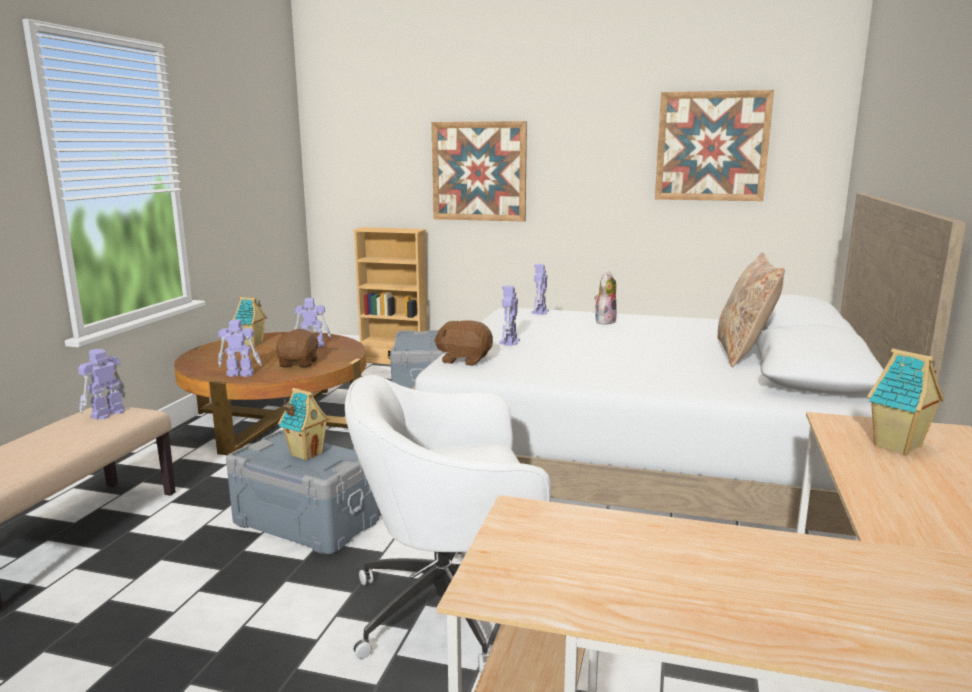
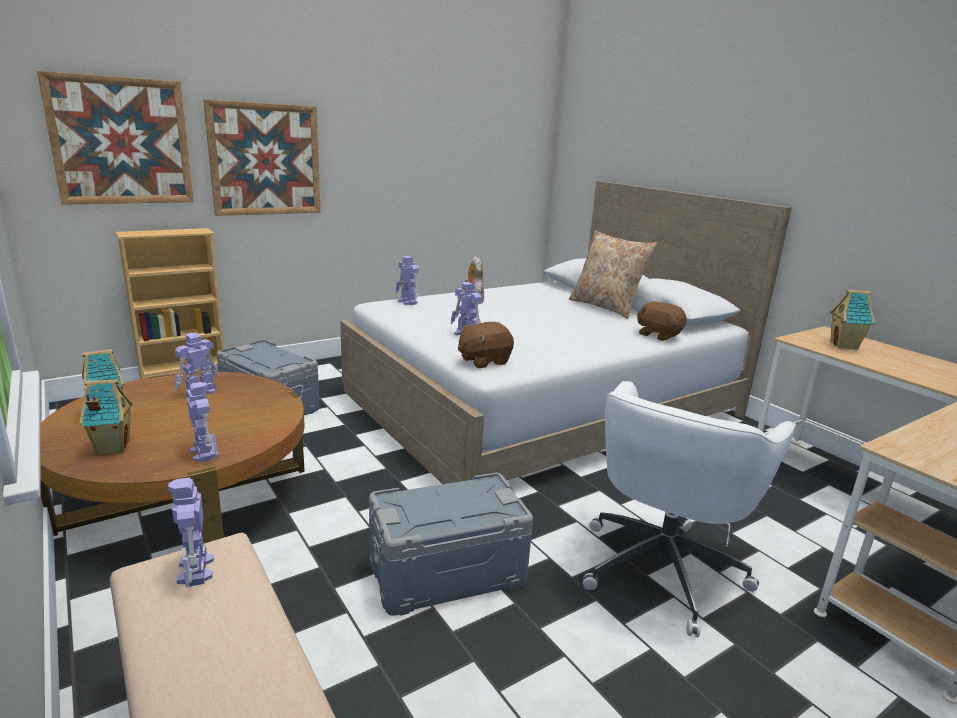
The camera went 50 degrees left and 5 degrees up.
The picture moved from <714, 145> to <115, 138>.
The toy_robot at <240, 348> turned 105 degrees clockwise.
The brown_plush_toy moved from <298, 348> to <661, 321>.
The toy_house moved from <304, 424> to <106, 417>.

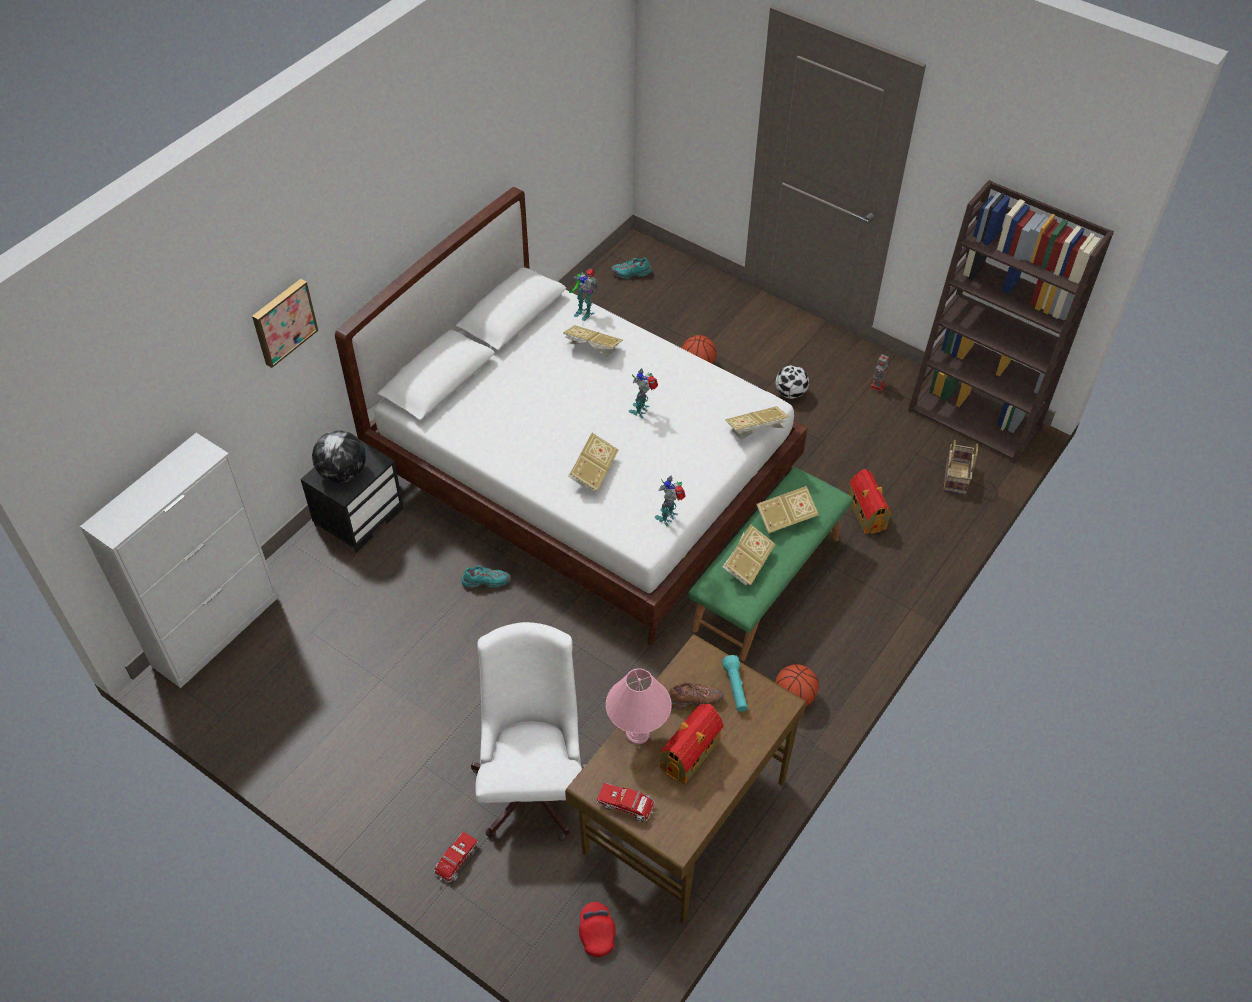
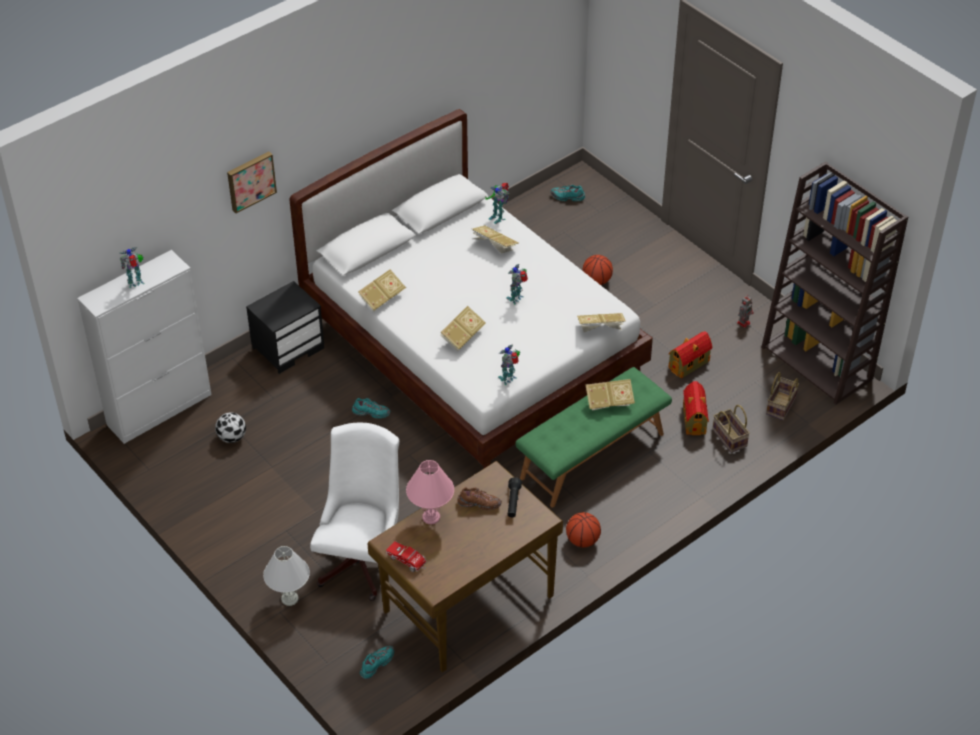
The camera went 15 degrees right and 5 degrees down.
The football moved from <792, 382> to <230, 427>.
The globe at <339, 456> disappeared.
The book moved from <748, 555> to <382, 290>.
The turquoise_flashlight at <735, 683> became the black_flashlight at <515, 497>.
The toy_house moved from <691, 743> to <690, 355>.
The toy_truck at <456, 857> was replaced by the white_table_lamp at <286, 576>.
The red_cap at <597, 929> was replaced by the turquoise_shoe at <377, 662>.
The toy_robot at <132, 267> appeared.
The basket at <731, 429> appeared.

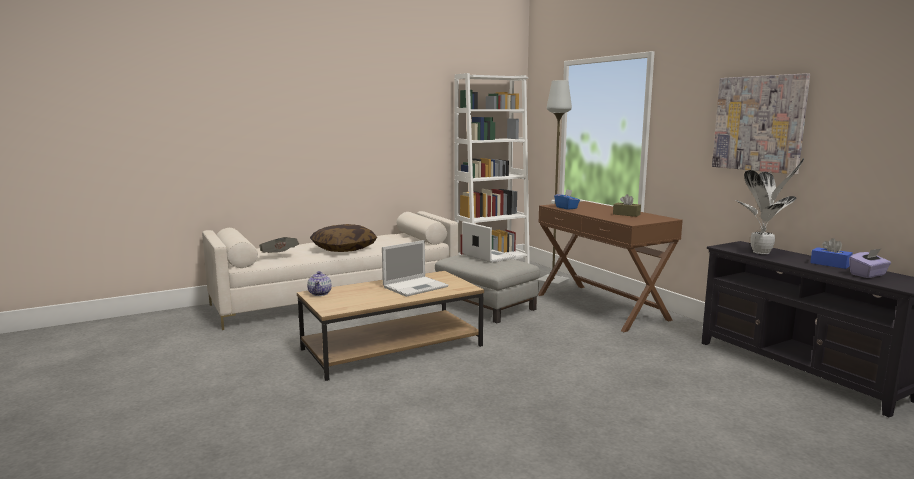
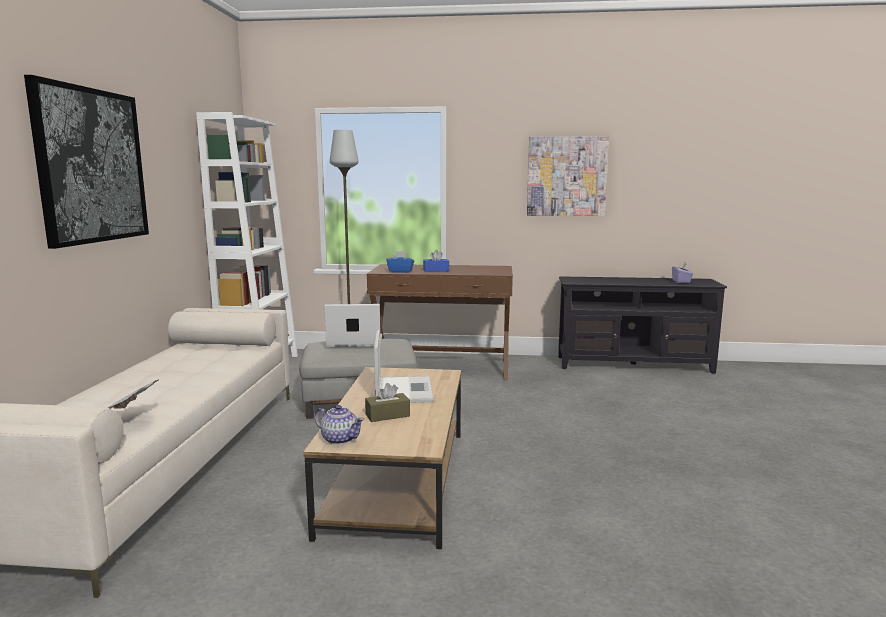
The camera went 55 degrees left and 0 degrees up.
The potted_plant at <769, 206> disappeared.
The brown_tissue_box moved from <627, 205> to <387, 402>.
The pillow at <343, 238> disappeared.
The blue_tissue_box moved from <831, 253> to <436, 261>.
The picture at <86, 162> appeared.

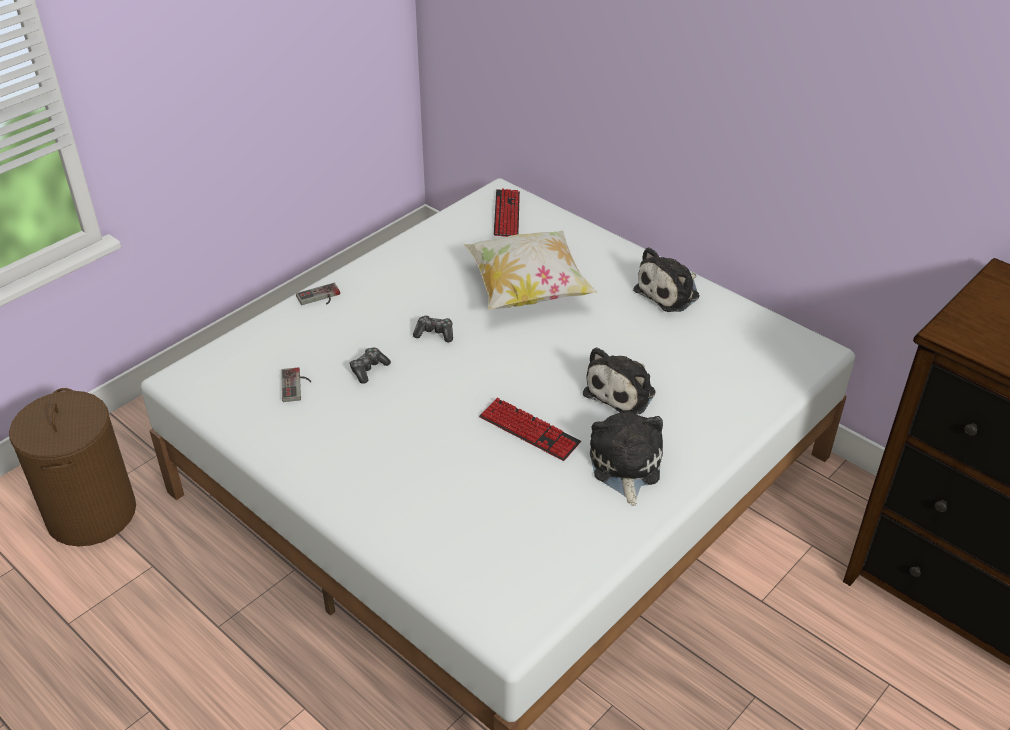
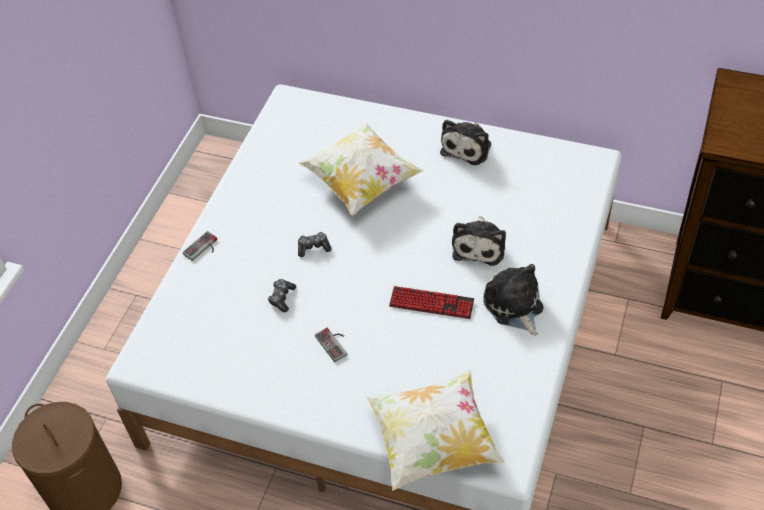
The camera went 20 degrees left and 10 degrees up.
The keyboard at <507, 212> disappeared.
The game_controller moved from <296, 384> to <331, 345>.
The pillow at <435, 430> appeared.

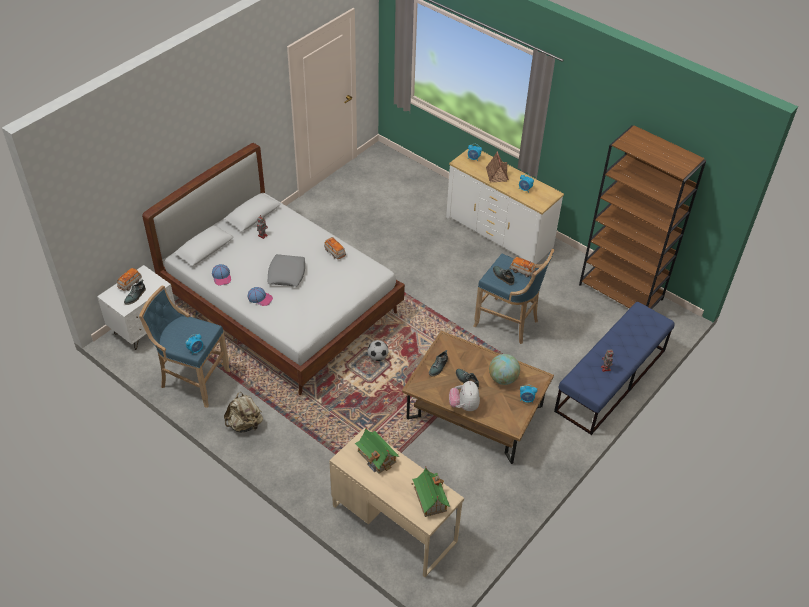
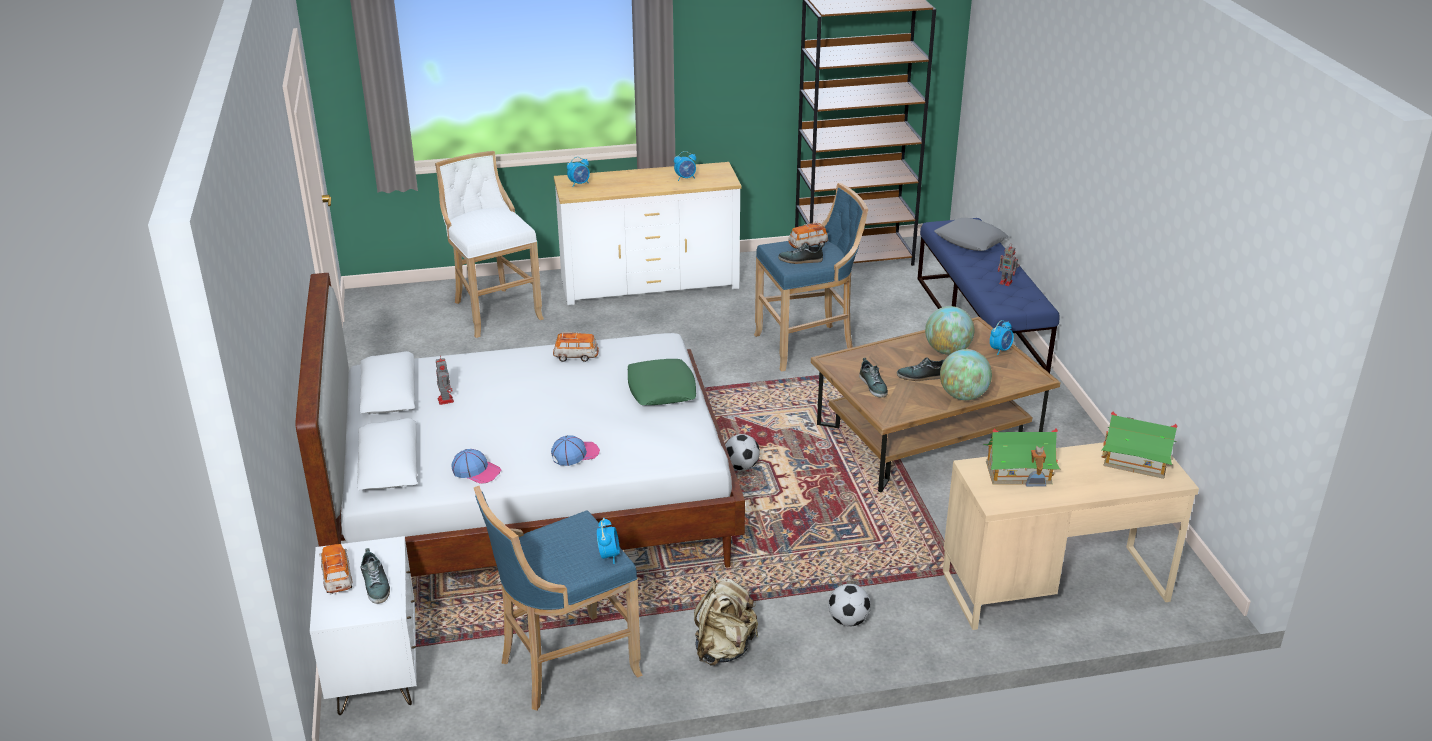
The camera went 50 degrees left and 15 degrees down.
The toy_house at <497, 166> disappeared.
The grey_pillow moved from <286, 270> to <971, 234>.
The plush_toy at <464, 396> was replaced by the globe at <966, 374>.
The white_stool at <489, 244> appeared.
The green_pillow at <662, 382> appeared.
The football at <849, 605> appeared.

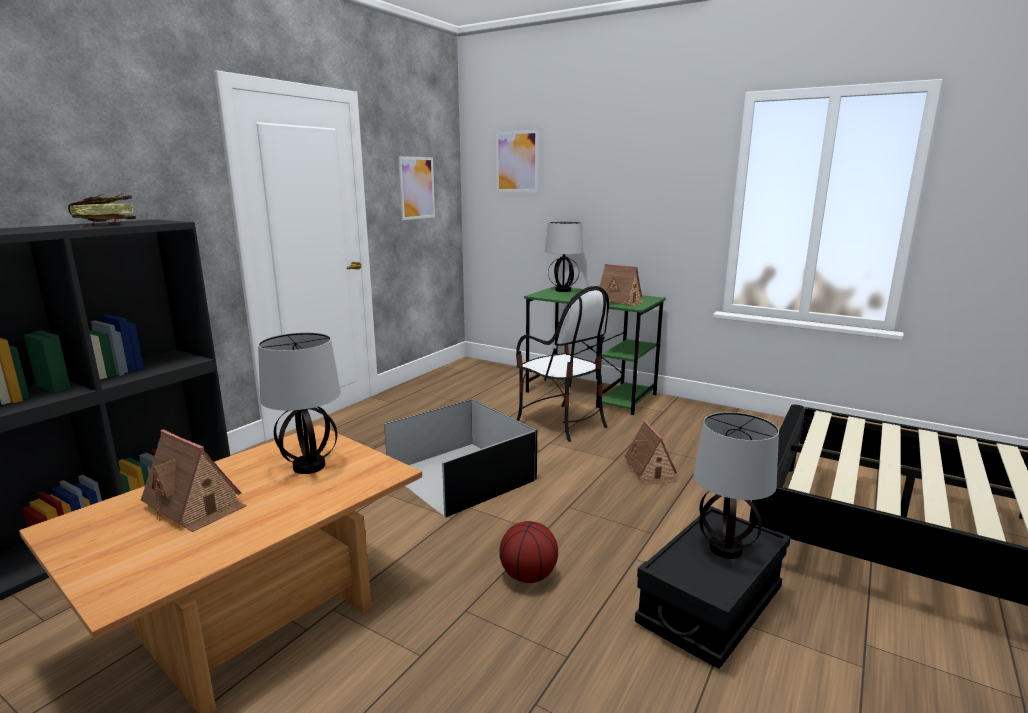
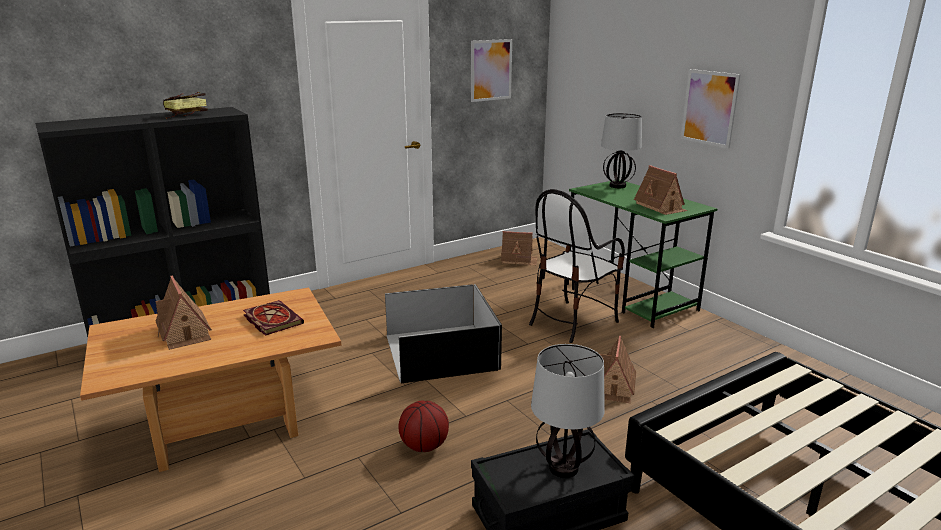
The camera went 25 degrees right and 5 degrees up.
The picture moved from <517, 161> to <711, 109>.
The chair at <562, 364> turned 60 degrees clockwise.
The table_lamp at <299, 403> was replaced by the book at <273, 318>.
The toy_house at <519, 248> appeared.

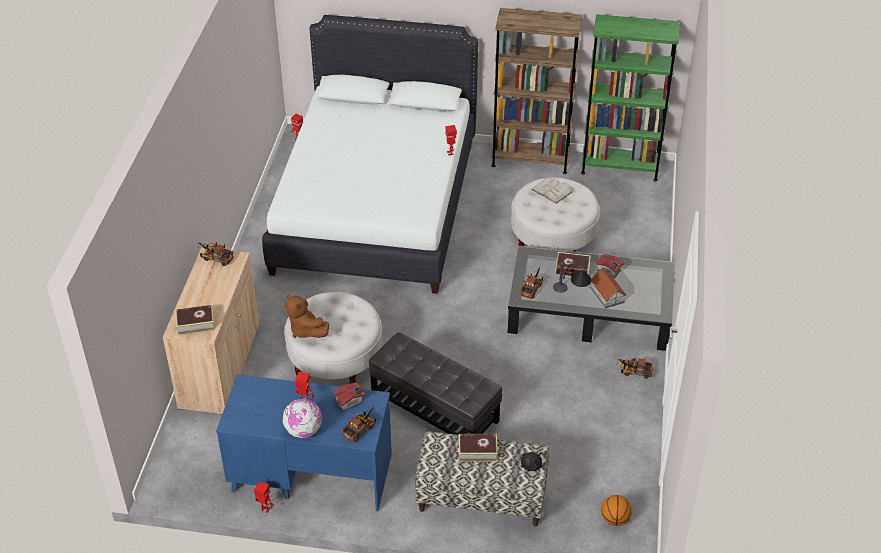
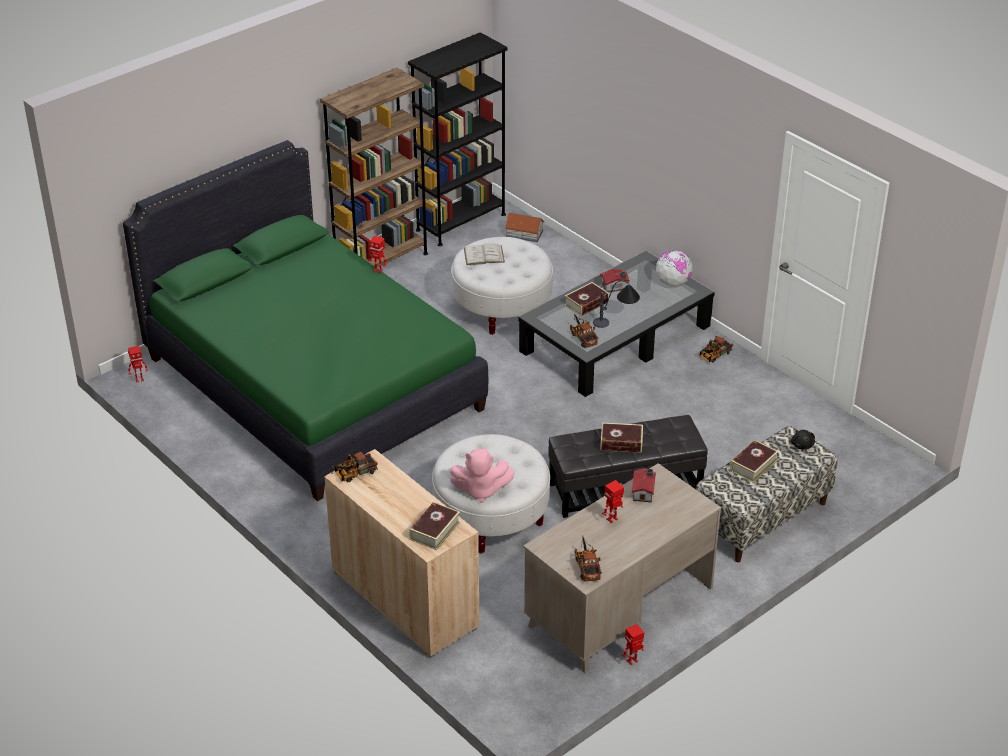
The camera went 50 degrees left and 5 degrees down.
The green_bookcase at <630, 98> became the black_bookcase at <458, 139>.
The white_bed at <370, 154> became the green_bed at <305, 320>.
The toy_house moved from <608, 289> to <525, 227>.
The brown_plush_toy at <307, 316> became the pink_plush_toy at <482, 475>.
The blue_desk at <304, 442> became the beige_desk at <622, 568>.
The globe moved from <302, 418> to <674, 268>.
The toy_truck moved from <359, 424> to <588, 558>.
The basketball at <616, 510> disappeared.
The book at <621, 438> appeared.

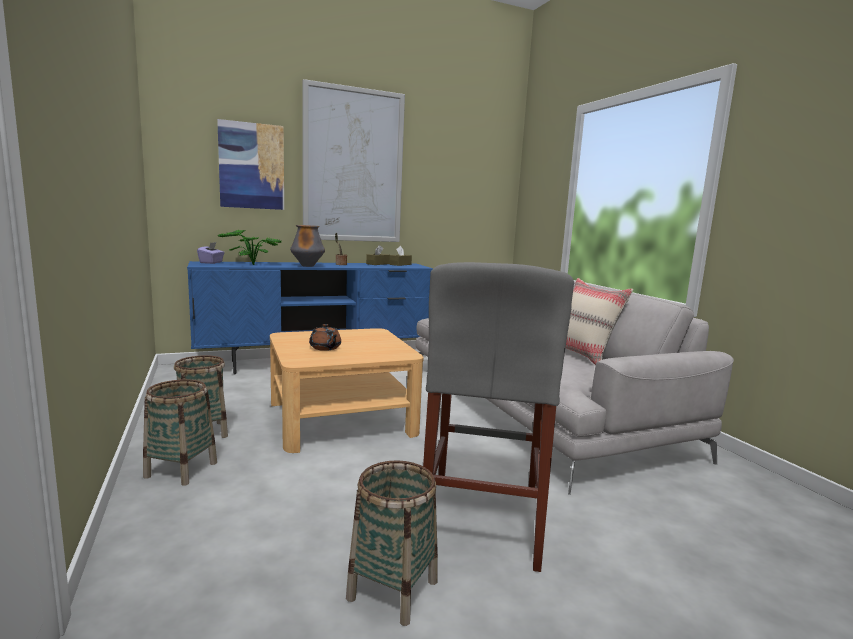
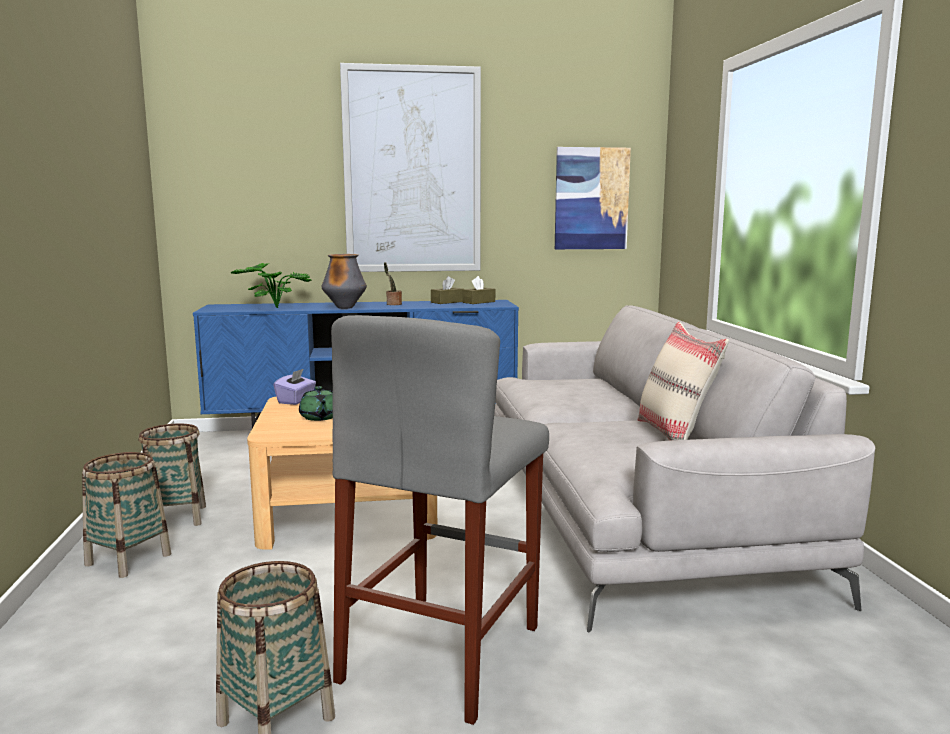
The camera went 15 degrees right and 0 degrees up.
The picture moved from <250, 164> to <593, 198>.
The purple_tissue_box moved from <211, 253> to <295, 387>.
The brown_teapot at <325, 337> became the green_teapot at <316, 403>.

